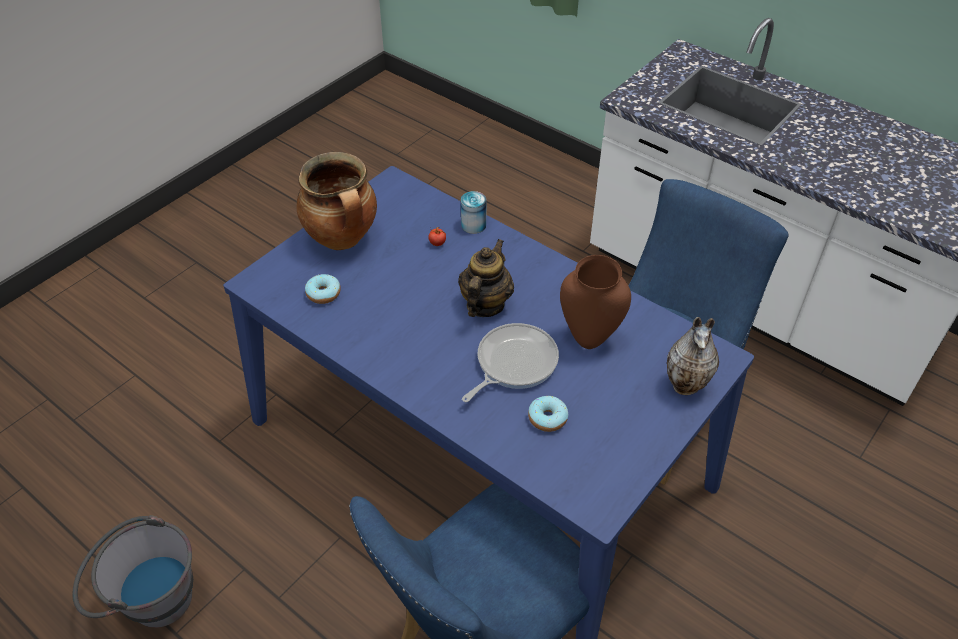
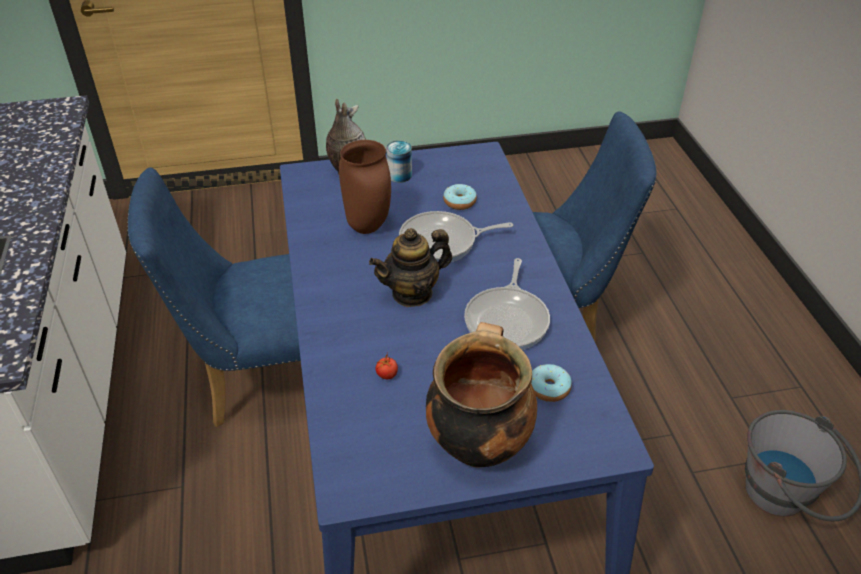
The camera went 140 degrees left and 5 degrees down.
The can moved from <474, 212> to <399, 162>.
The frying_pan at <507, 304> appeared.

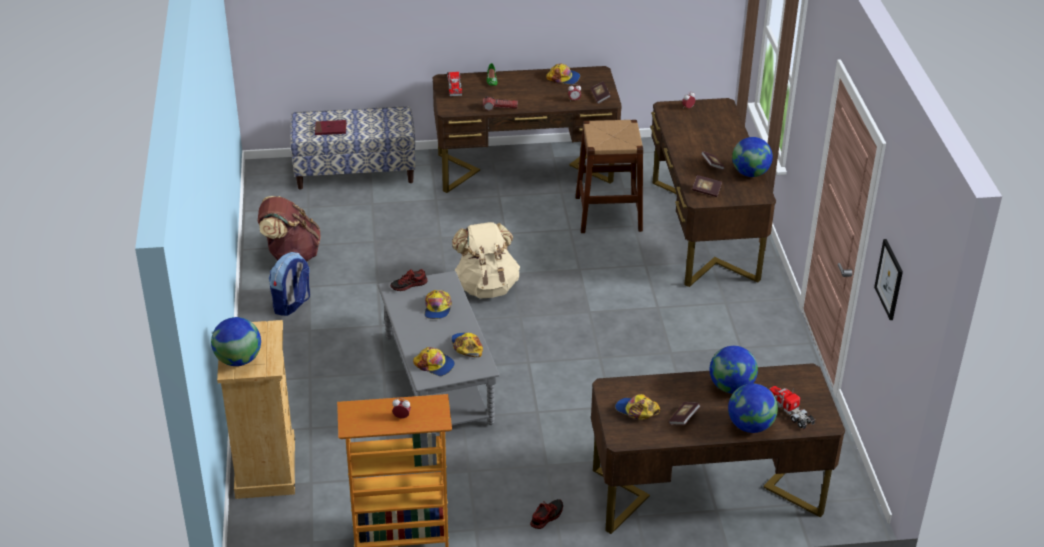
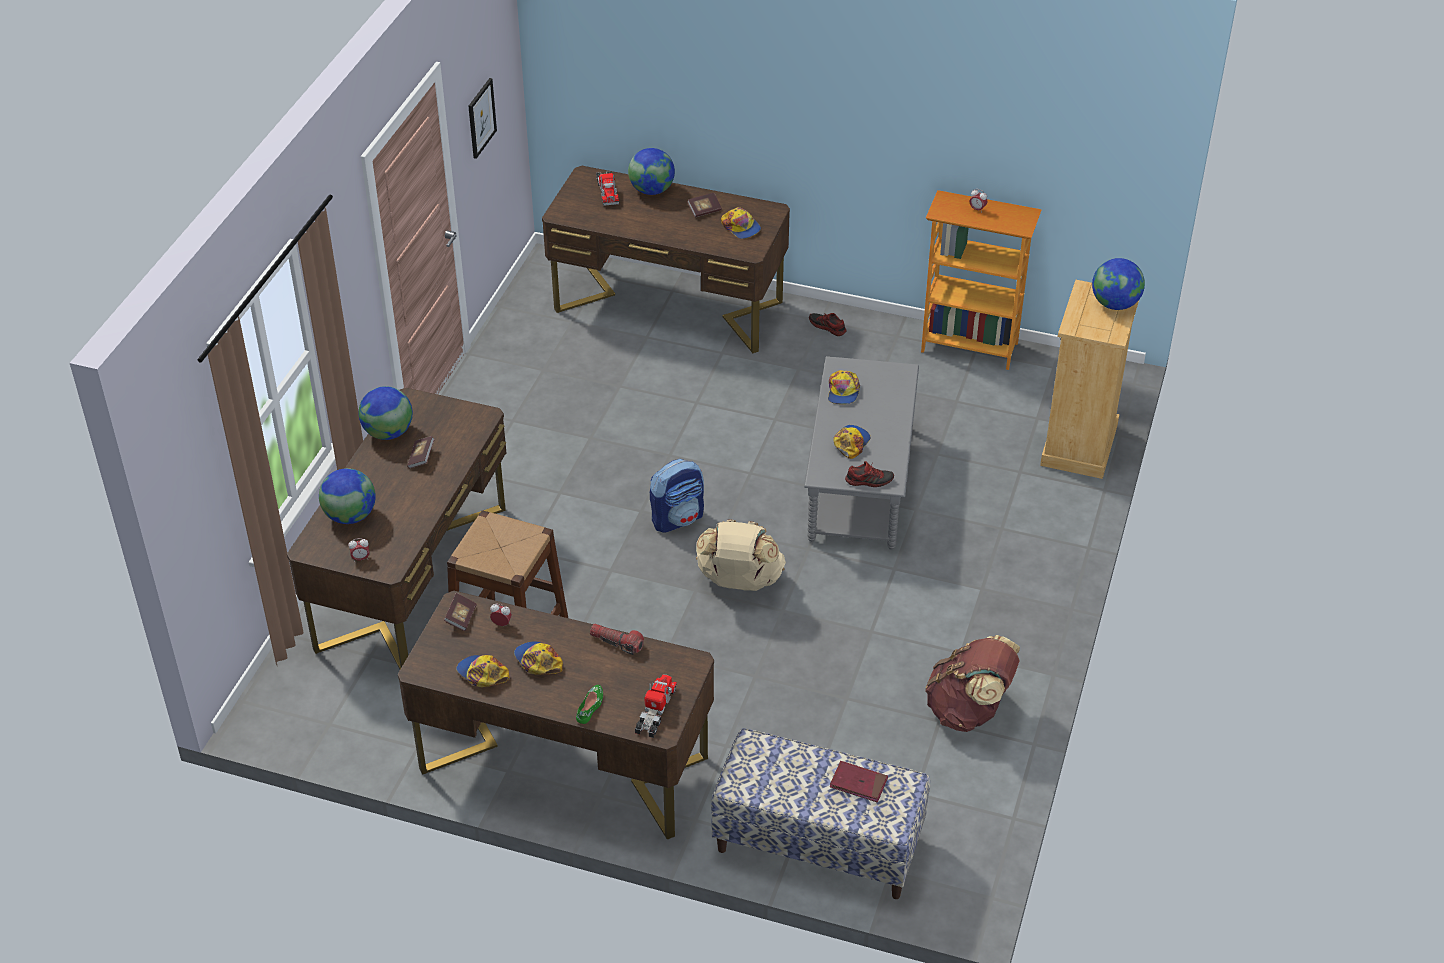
The camera went 155 degrees left and 5 degrees up.
The book at <707, 186> disappeared.
The backpack moved from <289, 284> to <677, 496>.
The globe moved from <734, 370> to <347, 496>.
The cap moved from <434, 361> to <538, 658>.
The shoe at <546, 514> turned 60 degrees clockwise.

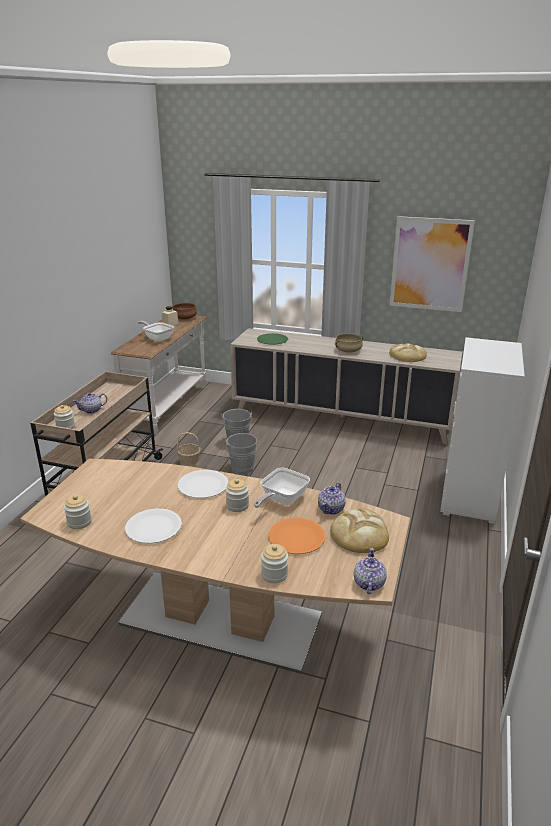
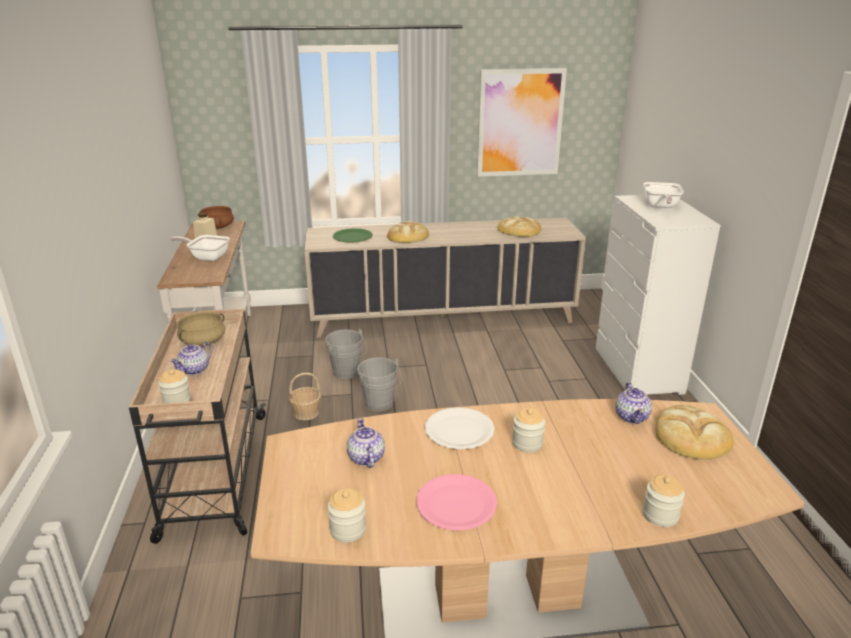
The camera went 25 degrees left and 0 degrees up.
The beige_cooking_pot moved from <349, 343> to <201, 328>.
The frying_pan moved from <282, 488> to <663, 195>.
The white_plate at <153, 526> became the pink_plate at <456, 502>.
The orange_plate at <297, 536> disappeared.
The teapot moved from <370, 571> to <366, 443>.
The bread at <408, 232> appeared.

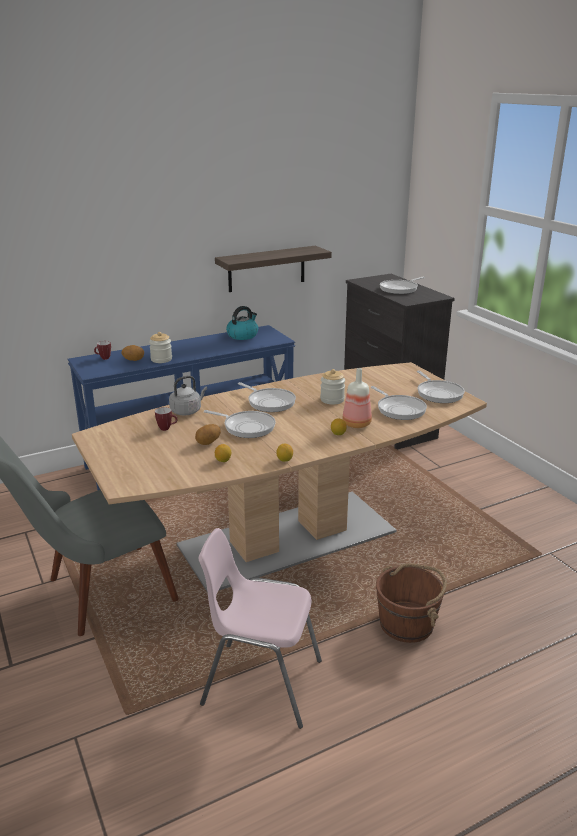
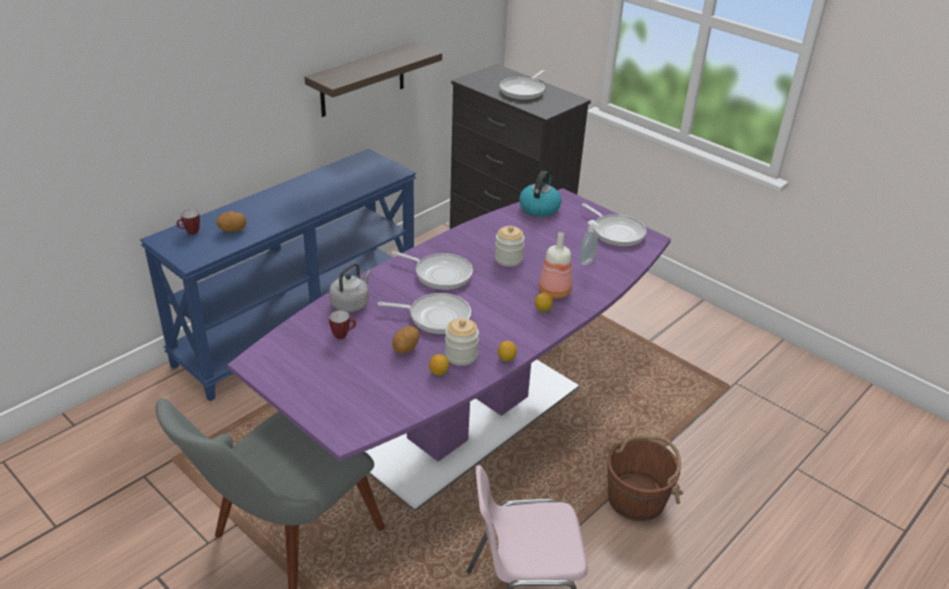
The camera went 20 degrees left and 10 degrees up.
The kettle moved from <242, 323> to <540, 194>.
The jar moved from <160, 347> to <462, 342>.
The brown_dining_table at <279, 477> became the purple_dining_table at <449, 349>.
The frying_pan at <399, 403> was replaced by the soap_dispenser at <590, 242>.

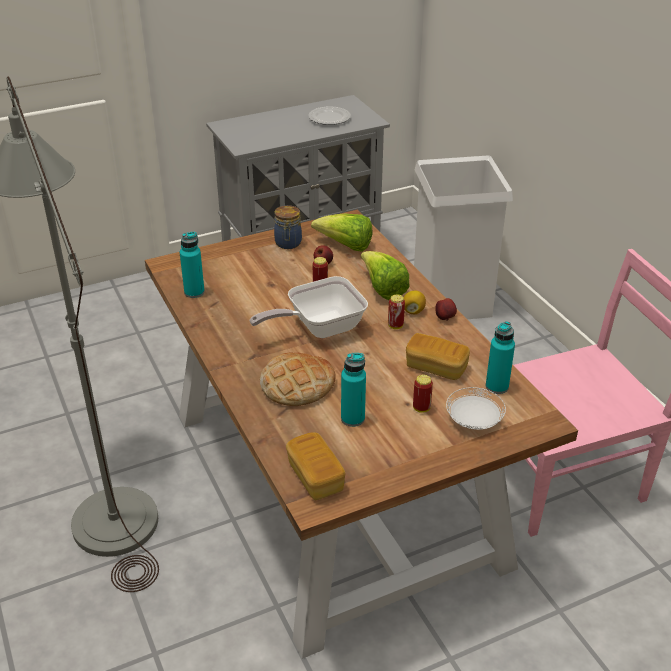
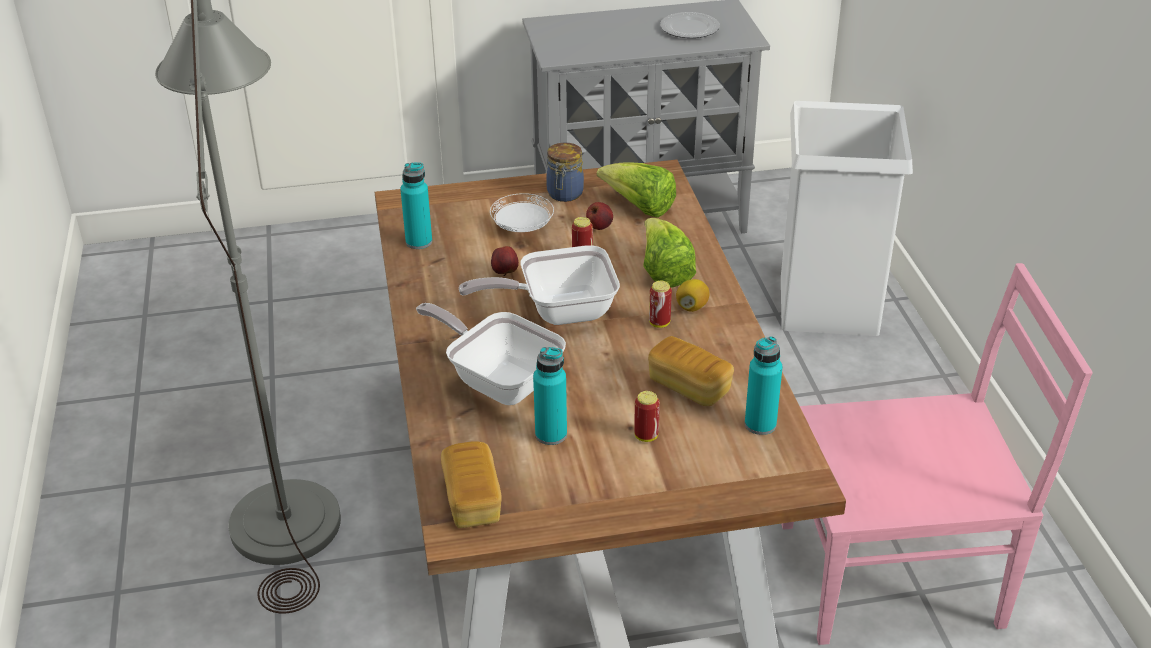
The camera went 15 degrees right and 0 degrees up.
The apple moved from <446, 309> to <505, 261>.
The bread at <298, 379> was replaced by the frying_pan at <491, 354>.
The white_plate moved from <476, 408> to <522, 212>.

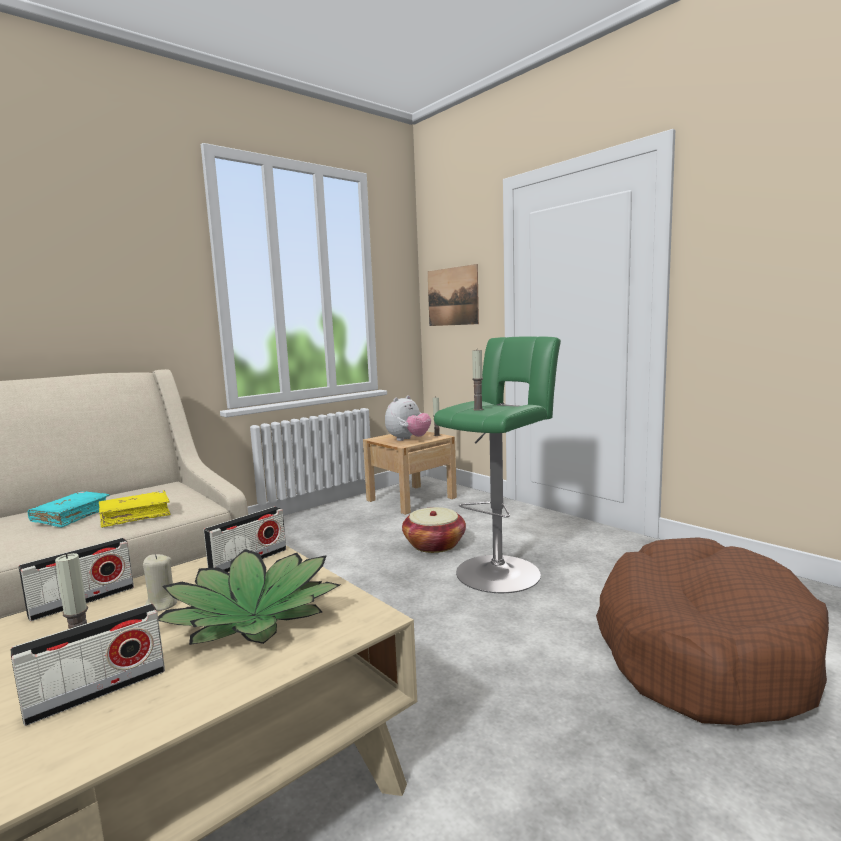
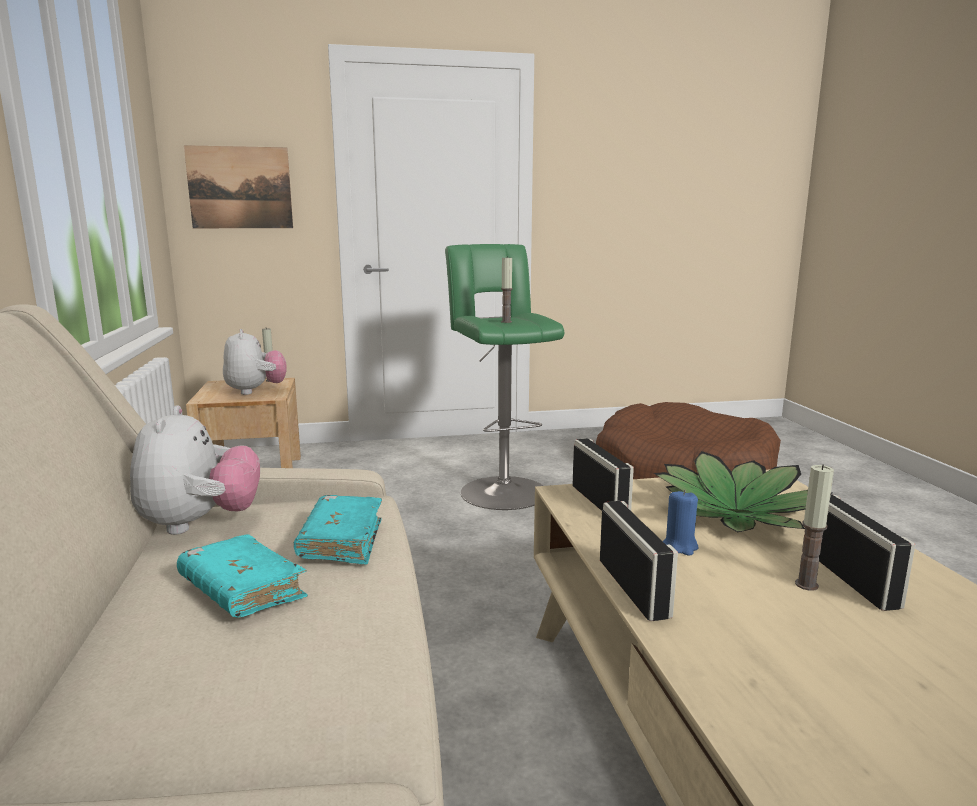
The camera went 60 degrees left and 5 degrees up.
The yellow_book at <135, 509> became the turquoise_book at <338, 529>.
The basket at <434, 530> disappeared.
The beige_candle at <160, 582> became the blue_candle at <680, 522>.
The plush_toy at <195, 470> appeared.

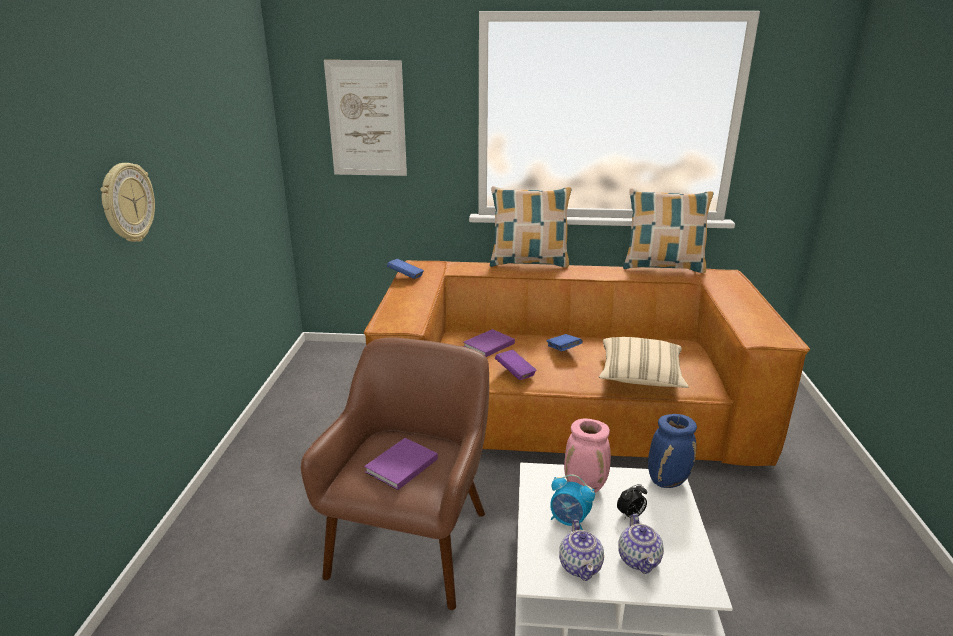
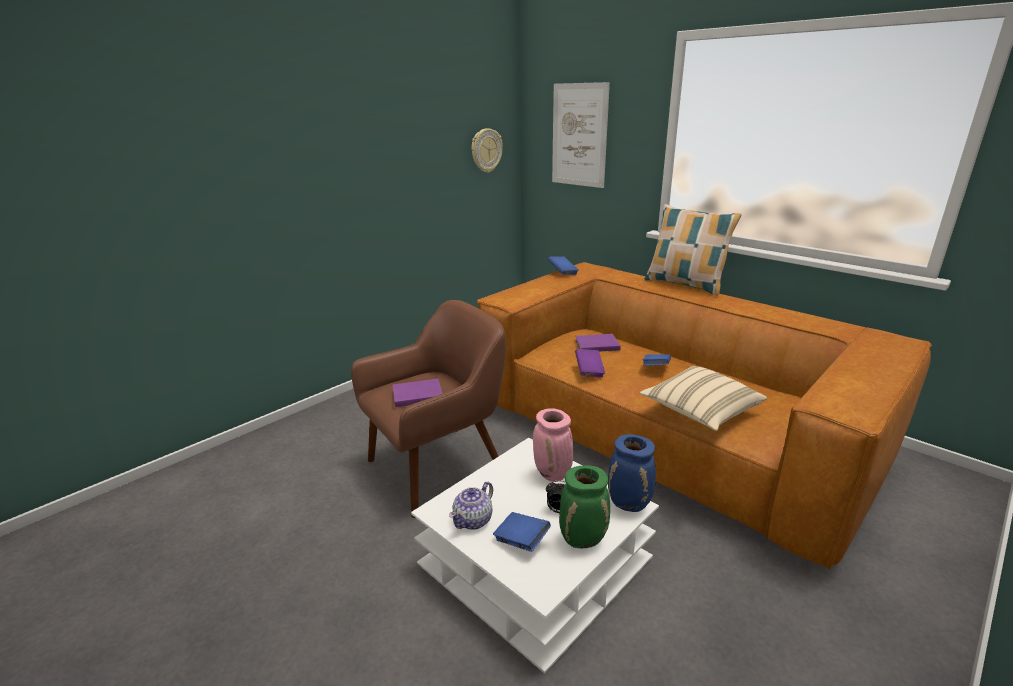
The camera went 40 degrees right and 0 degrees up.
The wall_clock moved from <127, 202> to <487, 150>.
The pillow at <668, 230> disappeared.
The alarm_clock at <572, 502> disappeared.
The teapot at <641, 543> was replaced by the blue_book at <522, 532>.
The green_vase at <584, 506> appeared.

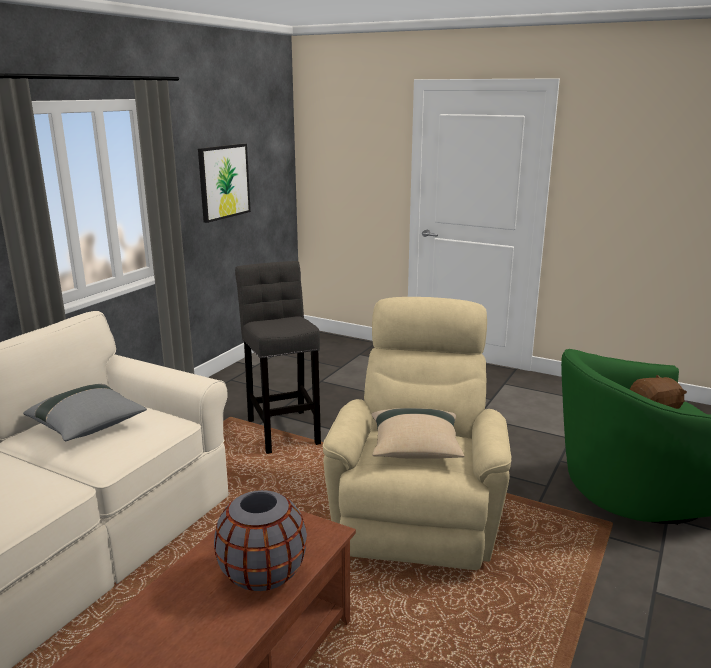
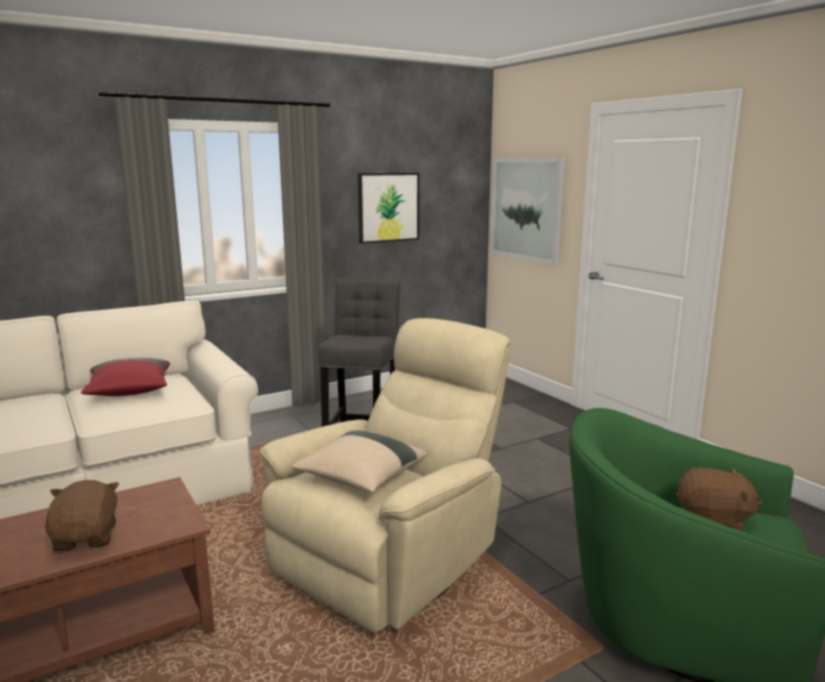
The camera went 30 degrees right and 5 degrees down.
The grey_pillow at <85, 412> became the red_pillow at <125, 377>.
The grey_vase at <260, 540> was replaced by the brown_plush_toy at <82, 516>.
The picture at <527, 211> appeared.

